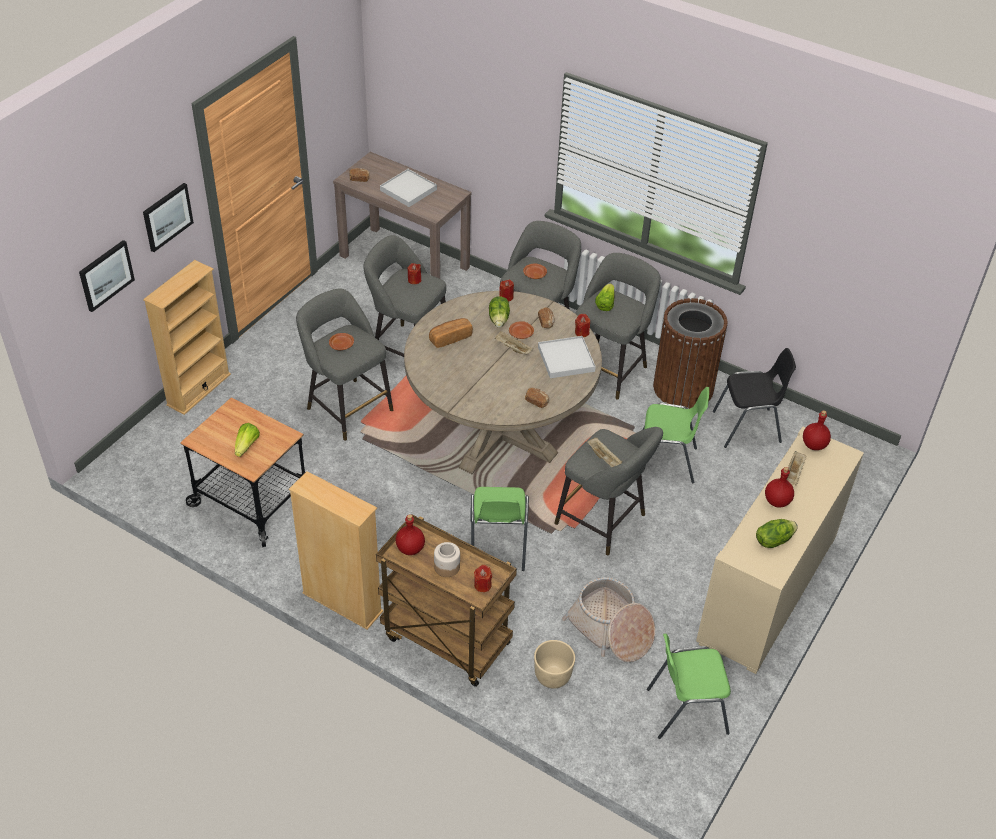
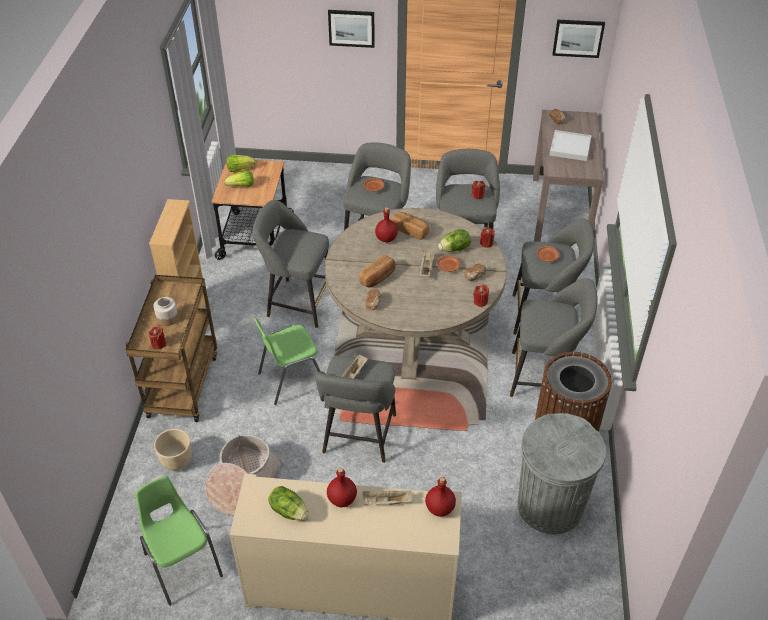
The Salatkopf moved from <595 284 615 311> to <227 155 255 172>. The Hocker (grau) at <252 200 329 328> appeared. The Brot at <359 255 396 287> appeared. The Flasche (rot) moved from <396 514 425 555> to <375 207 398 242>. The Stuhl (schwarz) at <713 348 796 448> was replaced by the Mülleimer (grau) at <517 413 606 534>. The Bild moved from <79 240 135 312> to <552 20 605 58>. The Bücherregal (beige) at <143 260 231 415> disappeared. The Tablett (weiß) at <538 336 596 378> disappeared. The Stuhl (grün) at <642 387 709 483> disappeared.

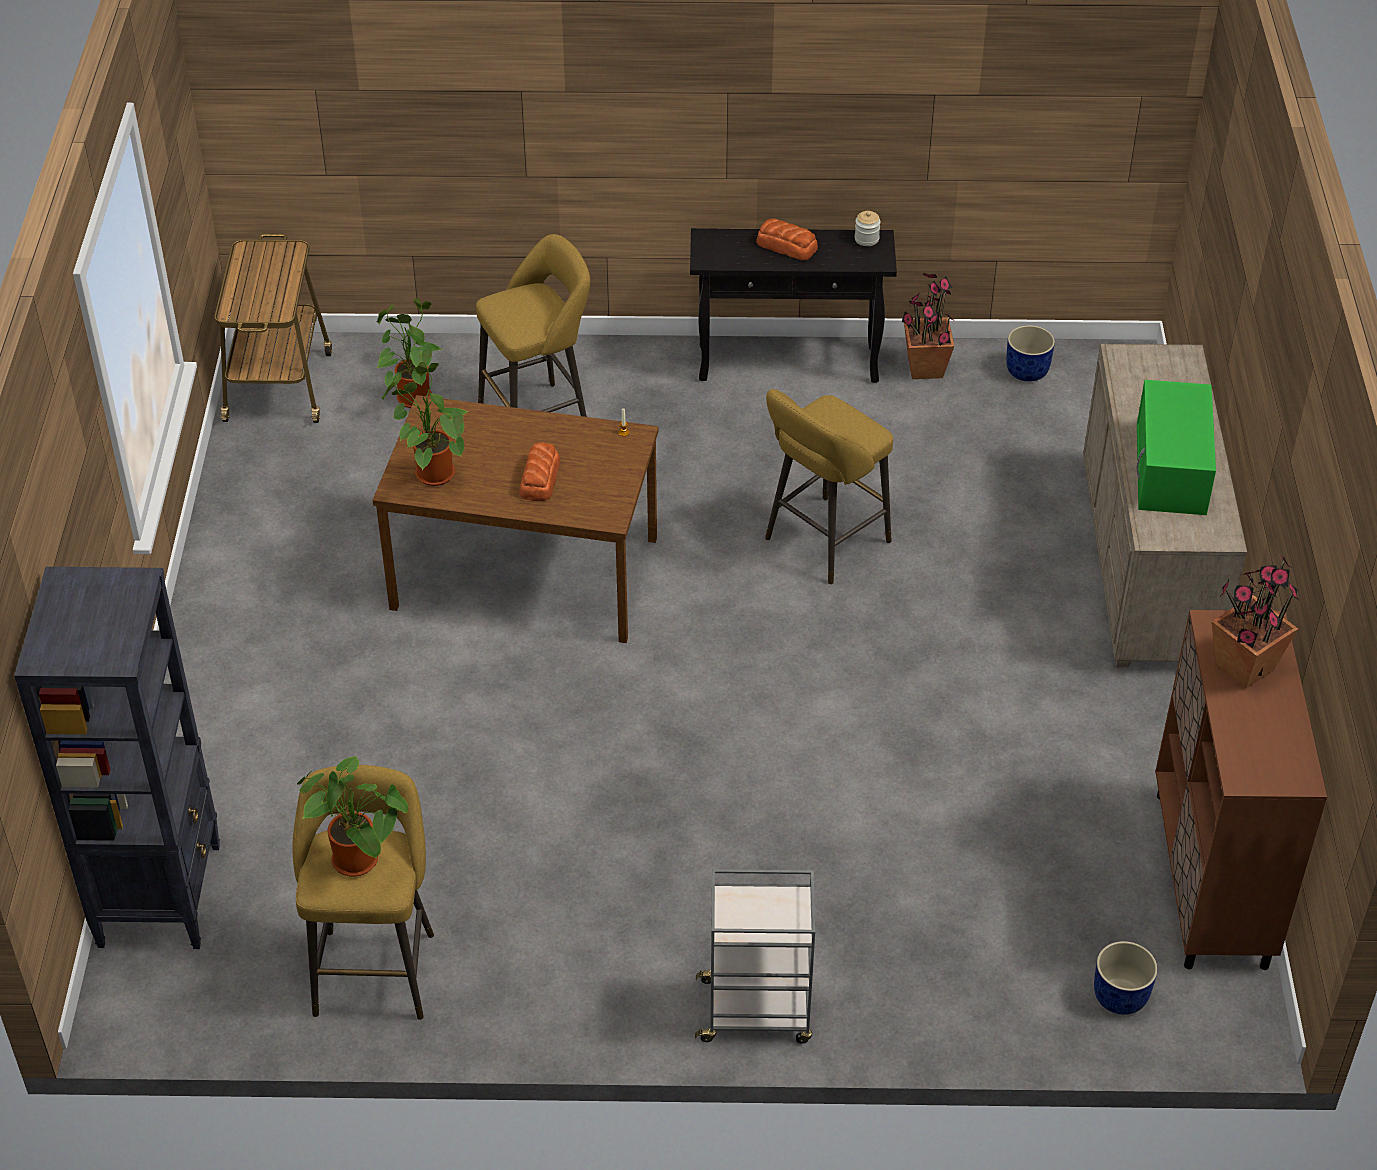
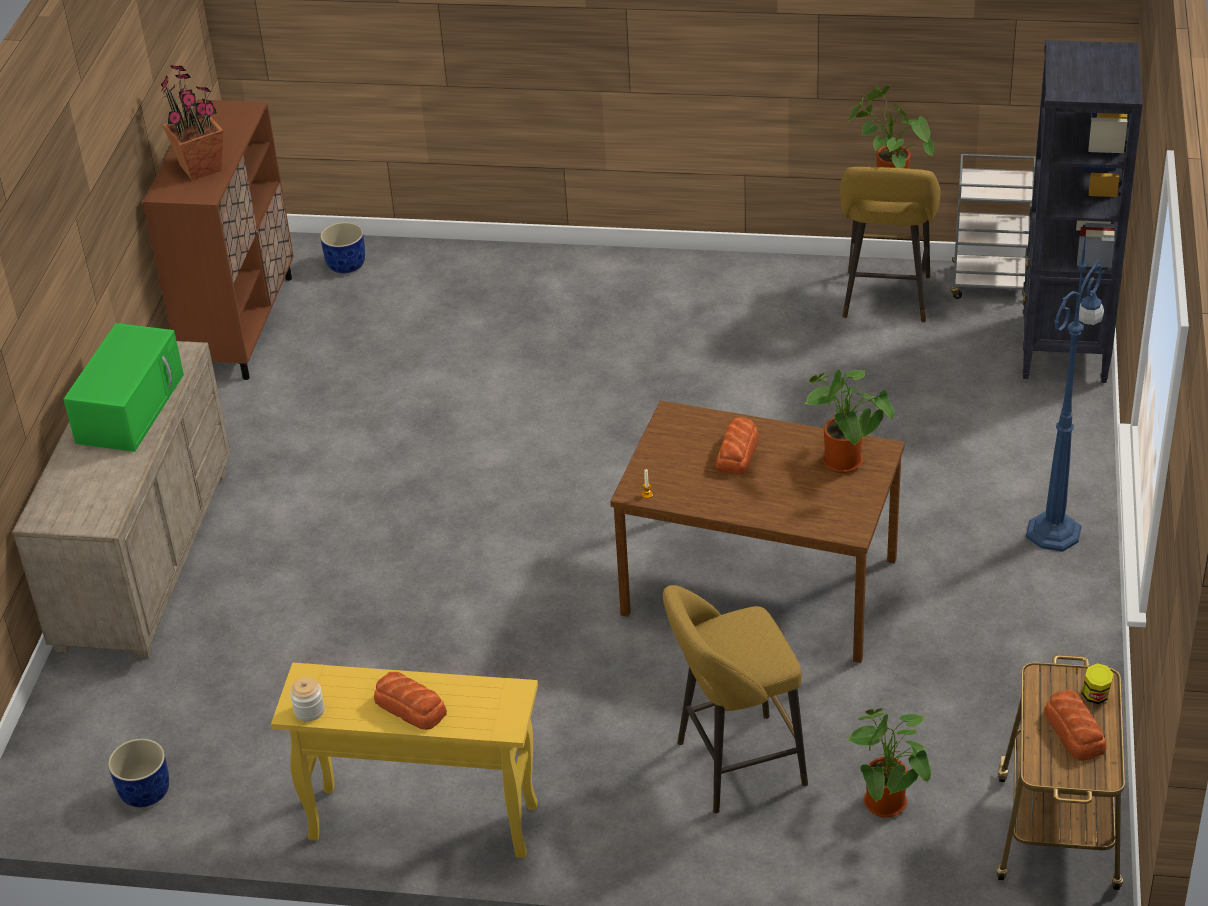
The Konsolentisch (schwarz) at <690 228 897 383> became the Konsolentisch (gelb) at <271 663 538 858>. The Rollwagen (grau) moved from <695 869 815 1044> to <950 154 1036 299>. The Stehlampe (blau) at <1026 234 1104 552> appeared. The Brot at <1044 690 1106 761> appeared. The Vorratsglas at <1082 663 1113 704> appeared. The Hocker (gelb) at <765 389 893 584> disappeared. The Topfpflanze at <902 273 955 379> disappeared.

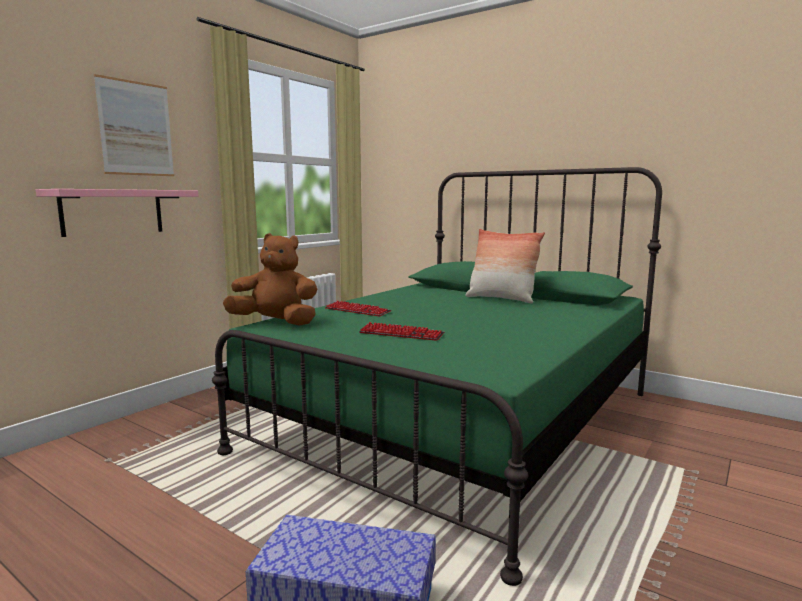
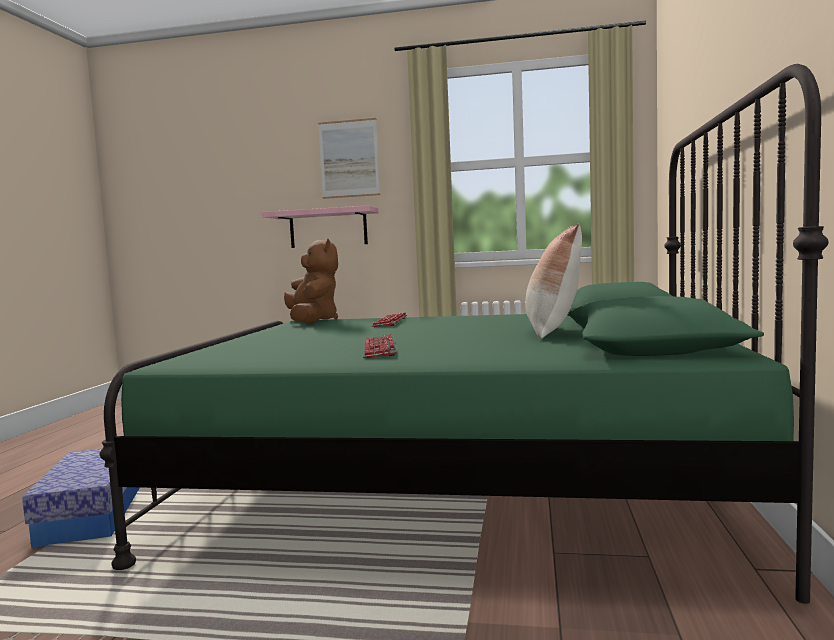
The Tastatur moved from <359 322 444 341> to <363 334 397 358>.

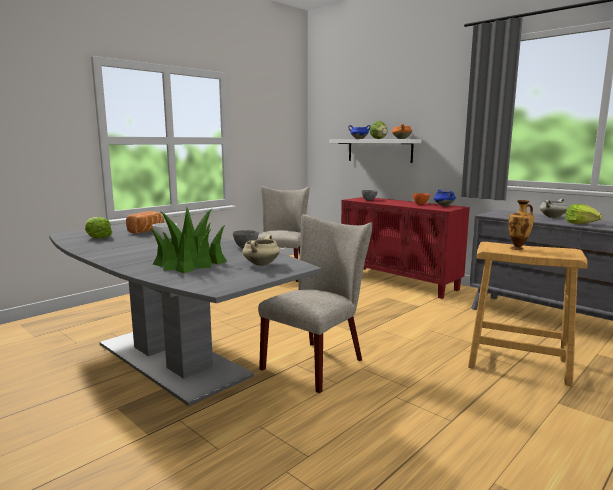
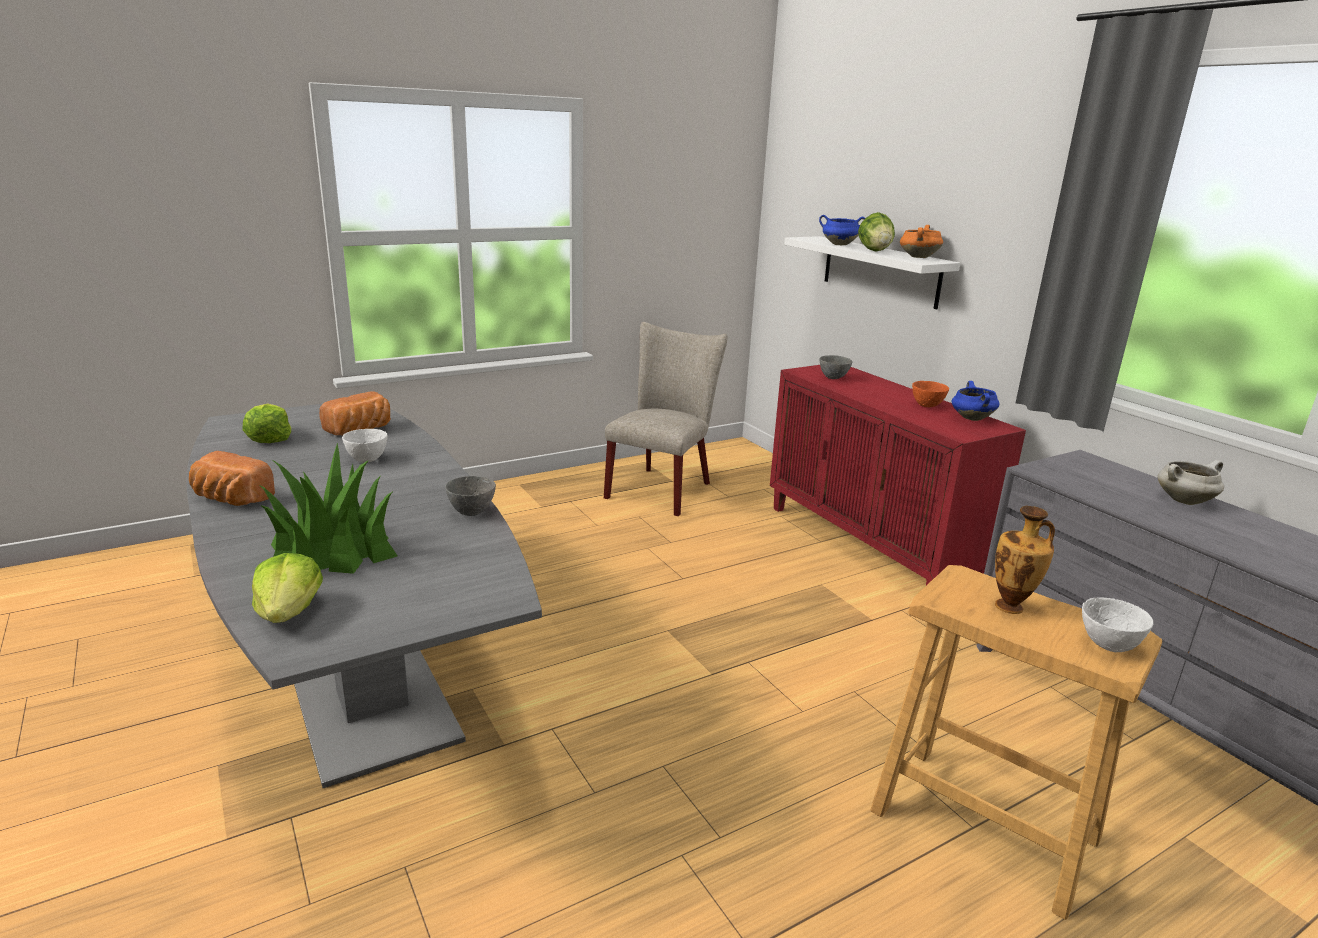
The Brot at <189 451 275 506> appeared. The Salatkopf moved from <565 204 603 224> to <252 553 323 623>. The Schüssel (weiß) at <1082 597 1153 652> appeared. The Kochtopf (beige) at <242 234 280 266> disappeared. The Stuhl (beige) at <258 214 372 393> disappeared.

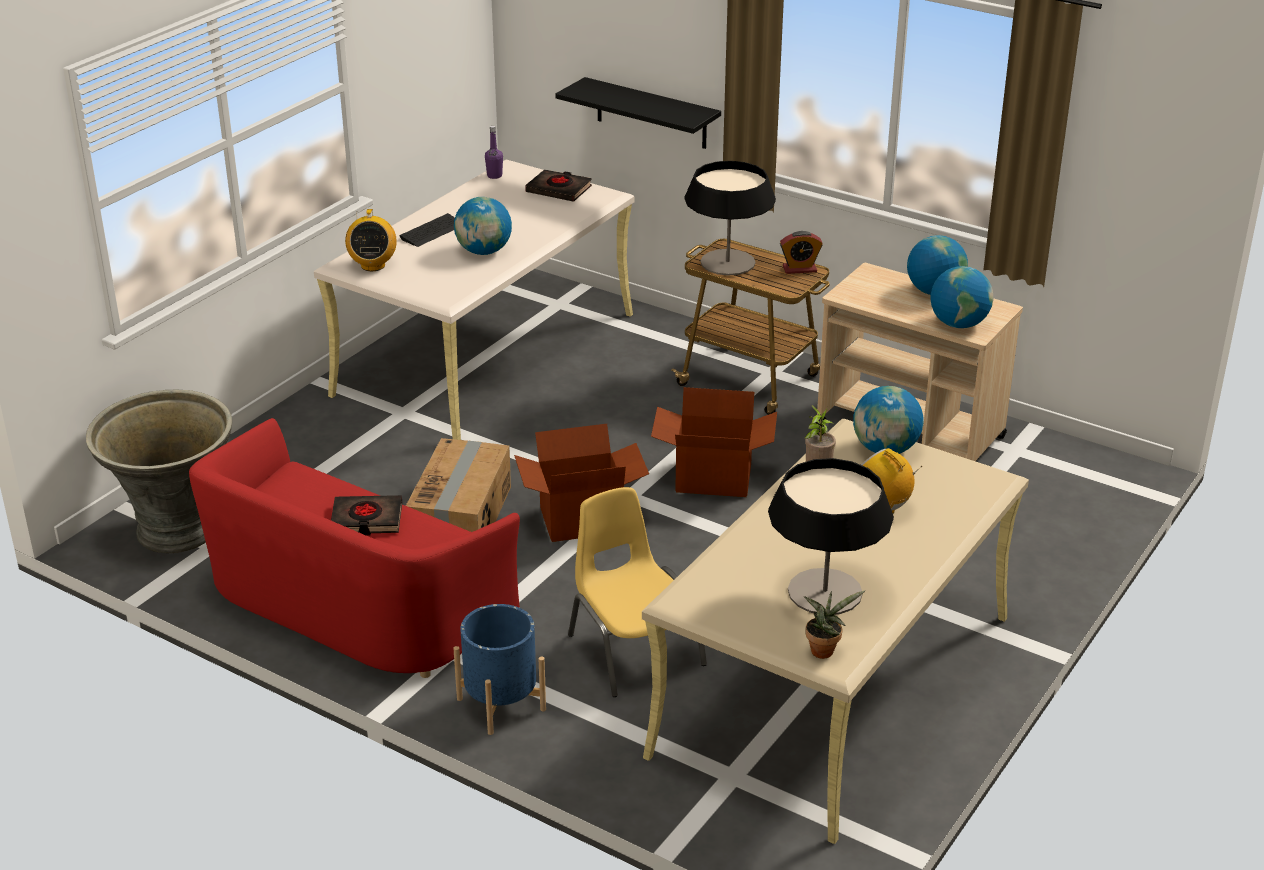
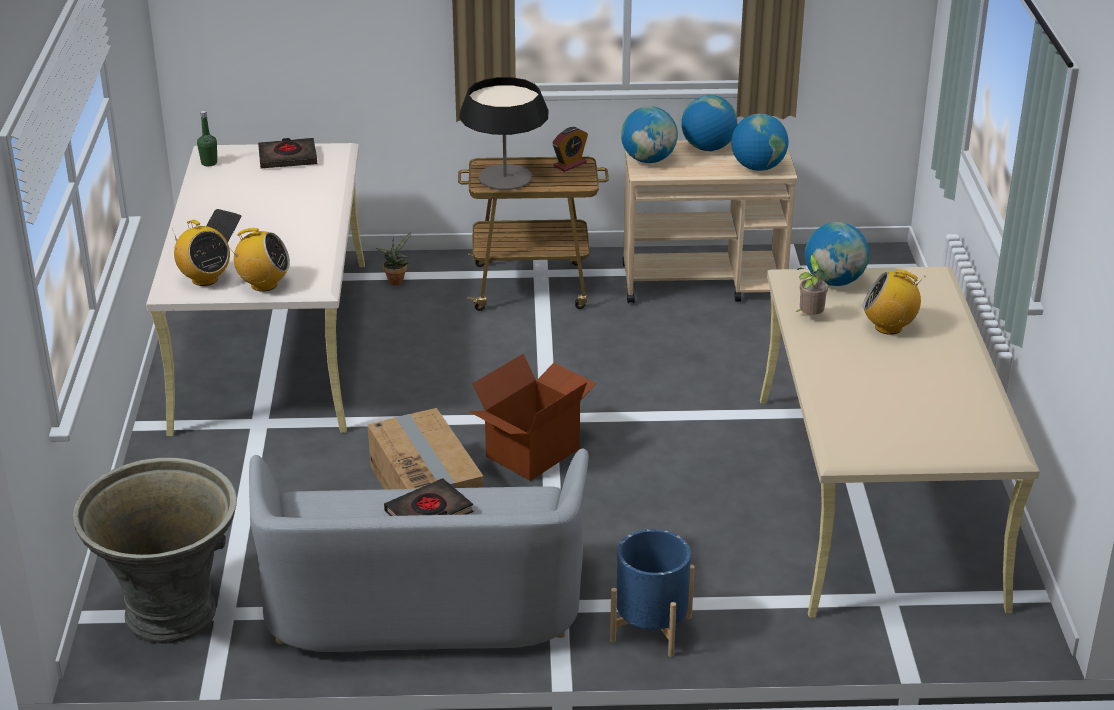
The Flasche (lila) at <485 126 503 179> became the Flasche (grün) at <197 111 217 166>. The Radio at <228 228 290 292> appeared. The Sofa (rot) at <189 418 520 678> became the Sofa (grau) at <249 449 588 652>. The Topfpflanze moved from <804 590 865 659> to <376 232 412 285>. The Globus moved from <454 197 512 255> to <621 106 678 163>. The Wandregal (schwarz) at <555 77 721 149> disappeared. The Stuhl (gelb) at <568 487 707 697> disappeared. The Karton at <651 387 777 497> disappeared. The Tischlampe at <768 458 894 615> disappeared.

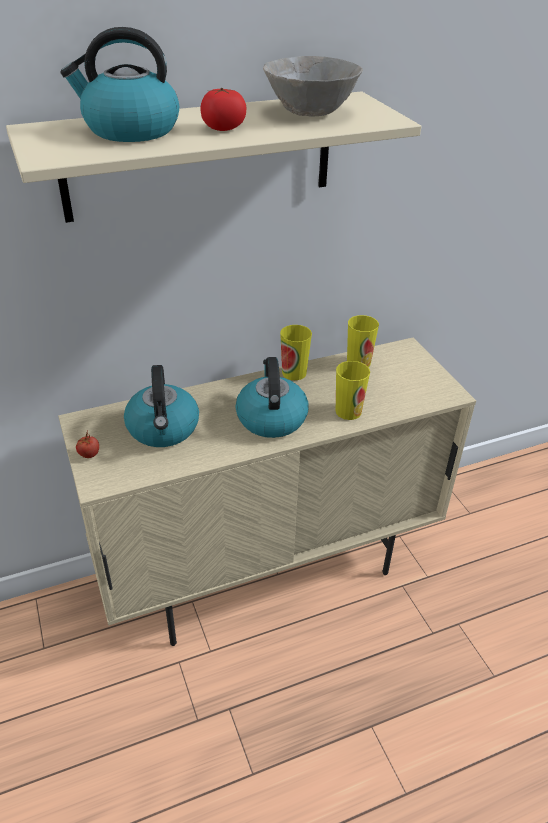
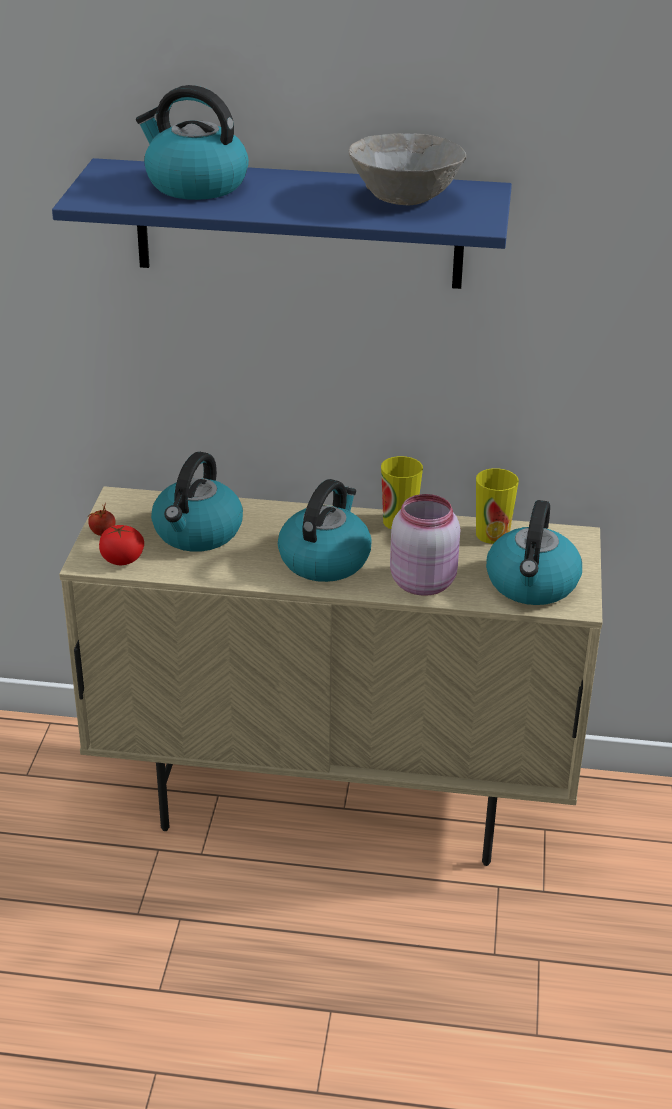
The Wandregal (beige) at <6 91 421 223> became the Wandregal (blau) at <52 158 512 289>. The Tomate moved from <200 88 246 131> to <99 525 144 565>. The Tasse at <336 361 370 420> was replaced by the Vorratsglas (rosa) at <390 494 460 596>. The Wasserkessel at <486 500 582 605> appeared.

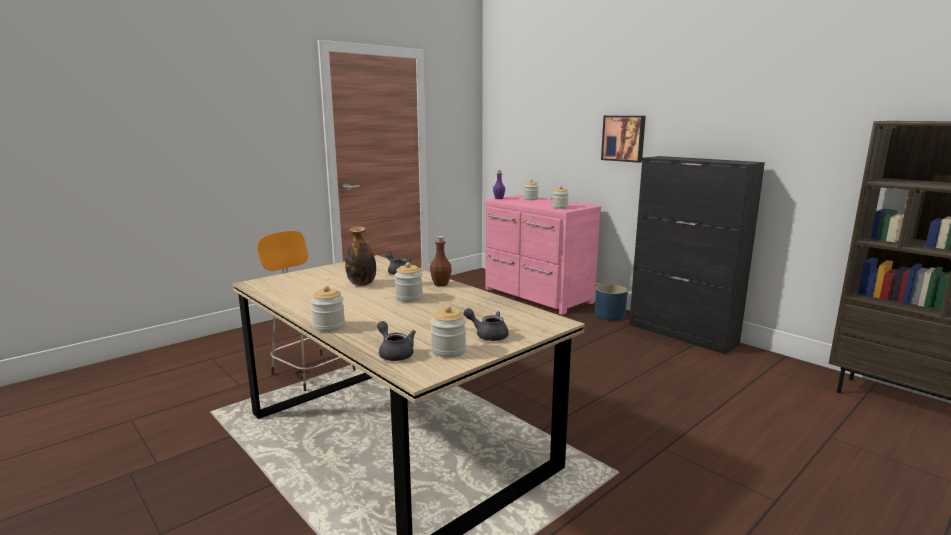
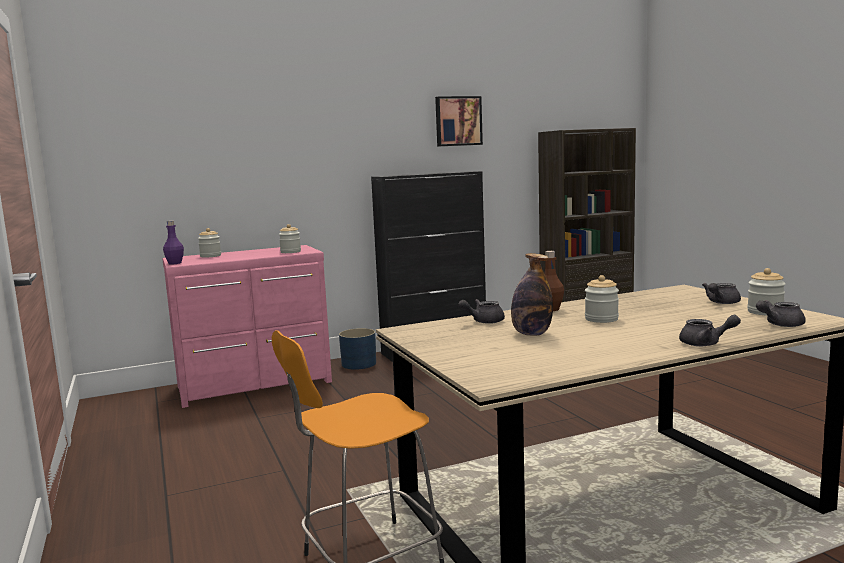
The Bild moved from <601 116 646 163> to <435 96 483 147>. The Vorratsglas at <311 286 345 332> was replaced by the Teekanne (grau) at <679 315 741 346>.

